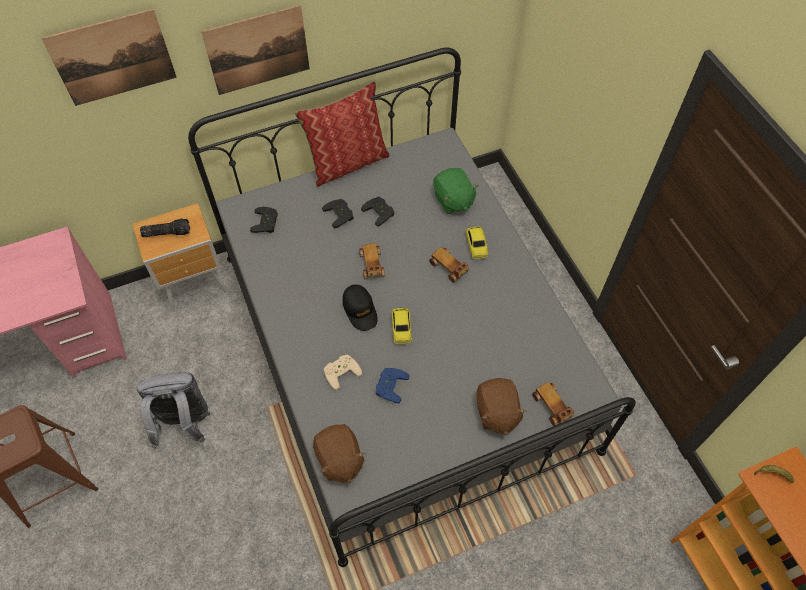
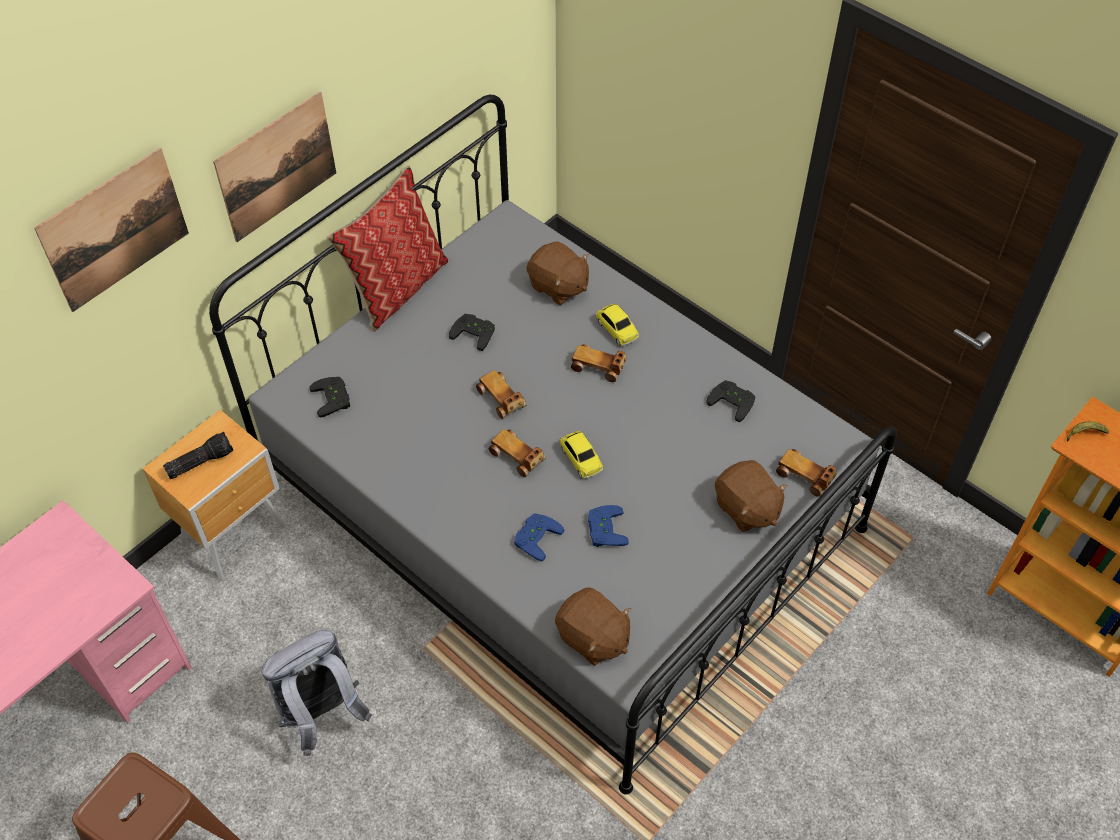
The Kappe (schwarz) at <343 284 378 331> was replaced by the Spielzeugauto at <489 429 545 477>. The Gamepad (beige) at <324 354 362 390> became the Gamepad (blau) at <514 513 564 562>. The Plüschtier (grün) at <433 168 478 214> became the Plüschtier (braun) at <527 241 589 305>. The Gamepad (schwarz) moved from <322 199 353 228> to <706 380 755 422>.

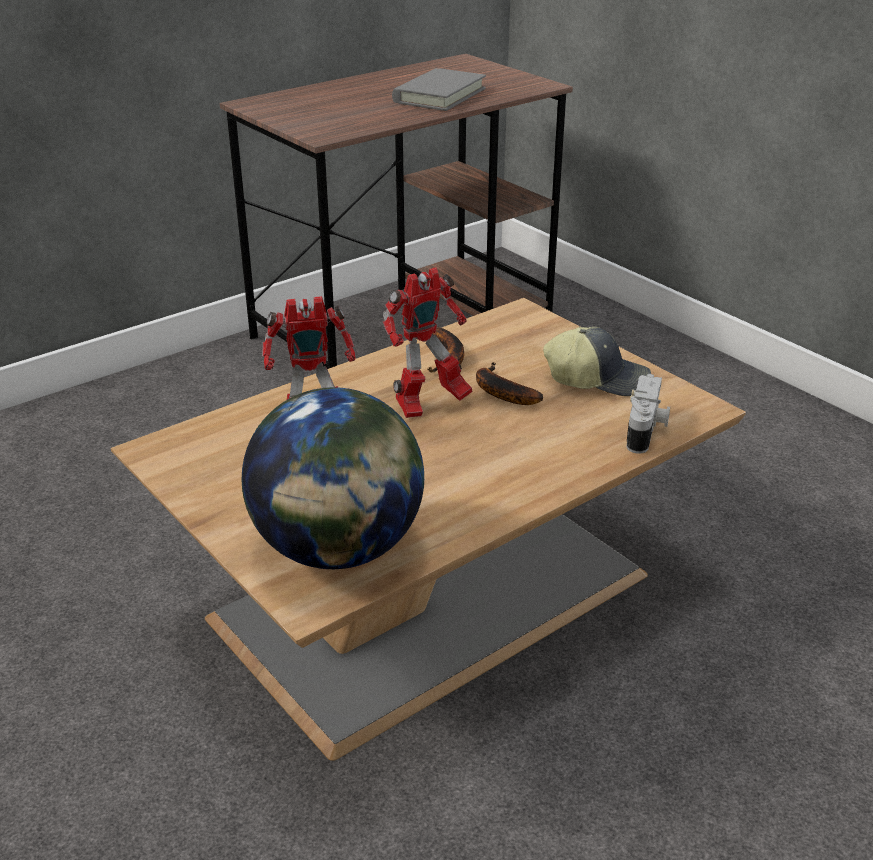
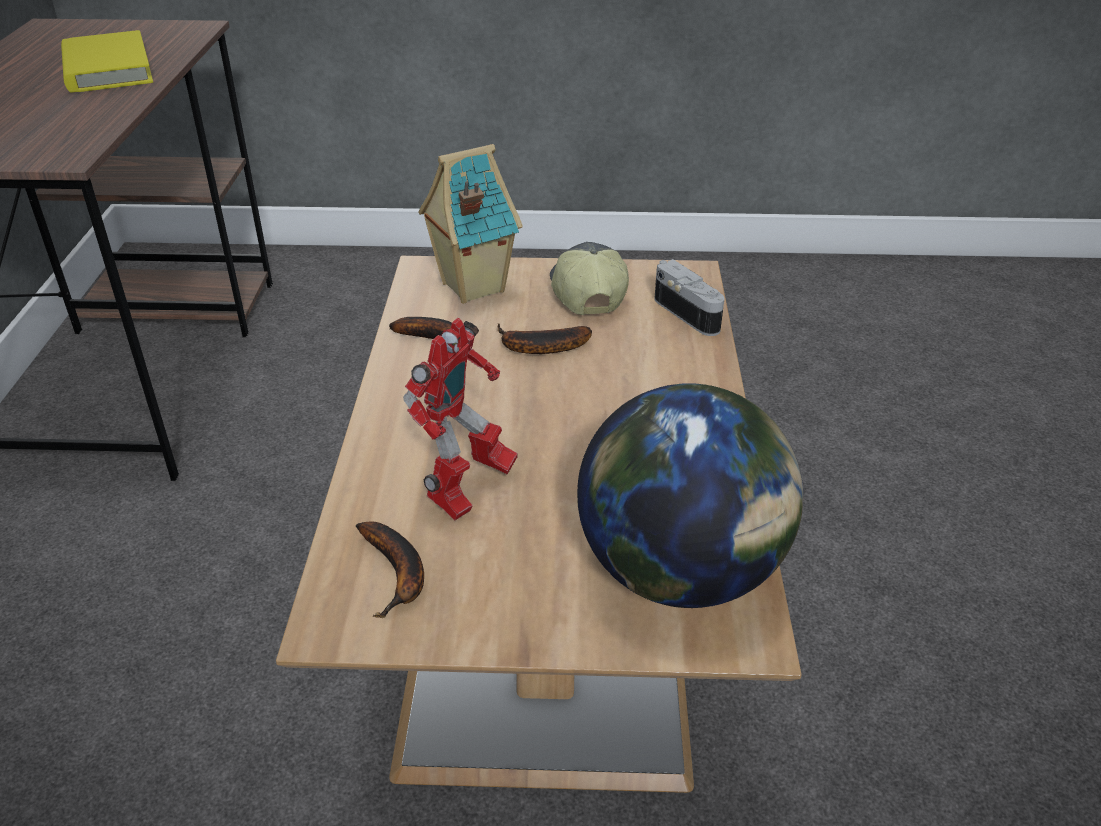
The Buch (grau) at <392 68 486 111> became the Buch (gelb) at <61 30 153 93>. The Banane at <356 522 424 618> appeared. The Spielzeughaus at <419 144 523 304> appeared. The Kappe at <543 327 651 396> turned 60 degrees counterclockwise. The Spielzeugroboter at <383 267 473 418> disappeared.

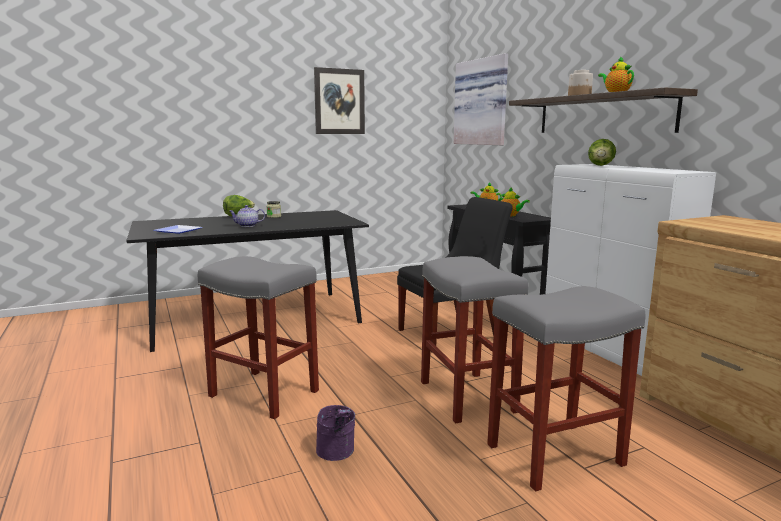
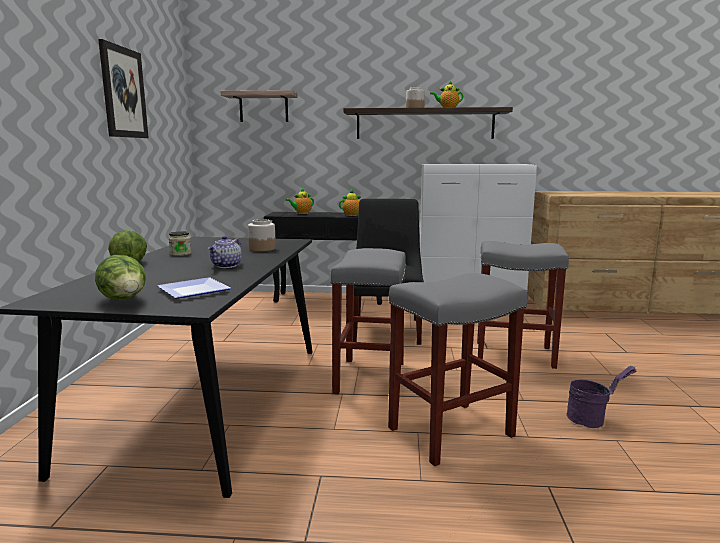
The Salatkopf moved from <588 139 616 166> to <95 255 146 300>. The Bild at <454 53 508 145> was replaced by the Wandregal at <221 90 298 122>. The Vorratsglas at <248 219 276 251> appeared. The Hocker (grau) moved from <487 286 645 491> to <330 248 406 394>.

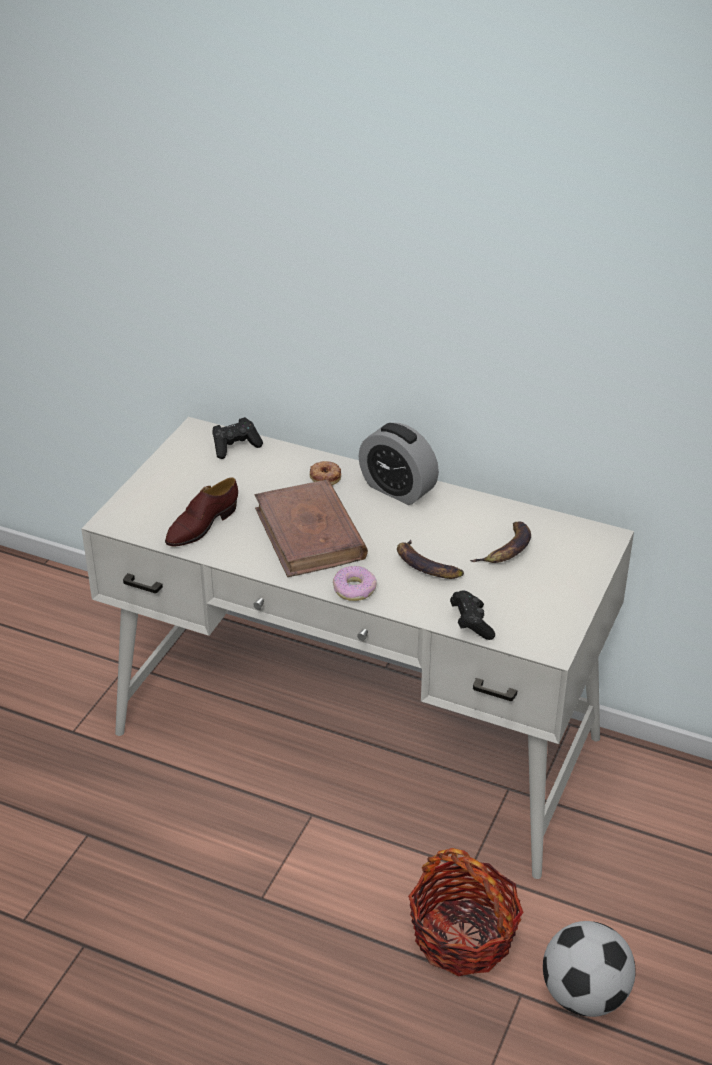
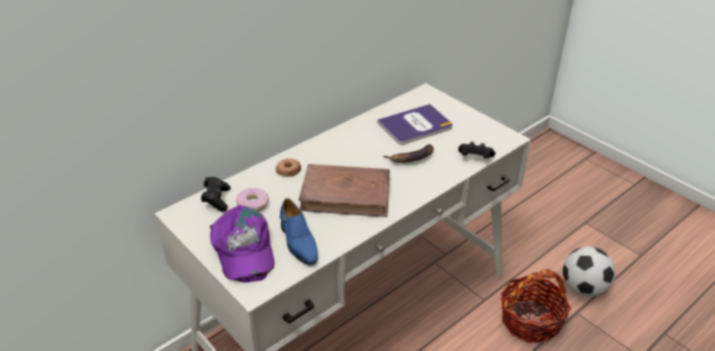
The Kappe (lila) at <210 205 275 282> appeared. The Donut moved from <333 566 376 601> to <236 188 269 211>. The Schuh (braun) at <165 477 238 546> became the Schuh (blau) at <280 198 318 265>. The Banane at <470 521 531 563> was replaced by the Buch at <377 104 452 145>. The Wecker at <358 423 439 505> disappeared.

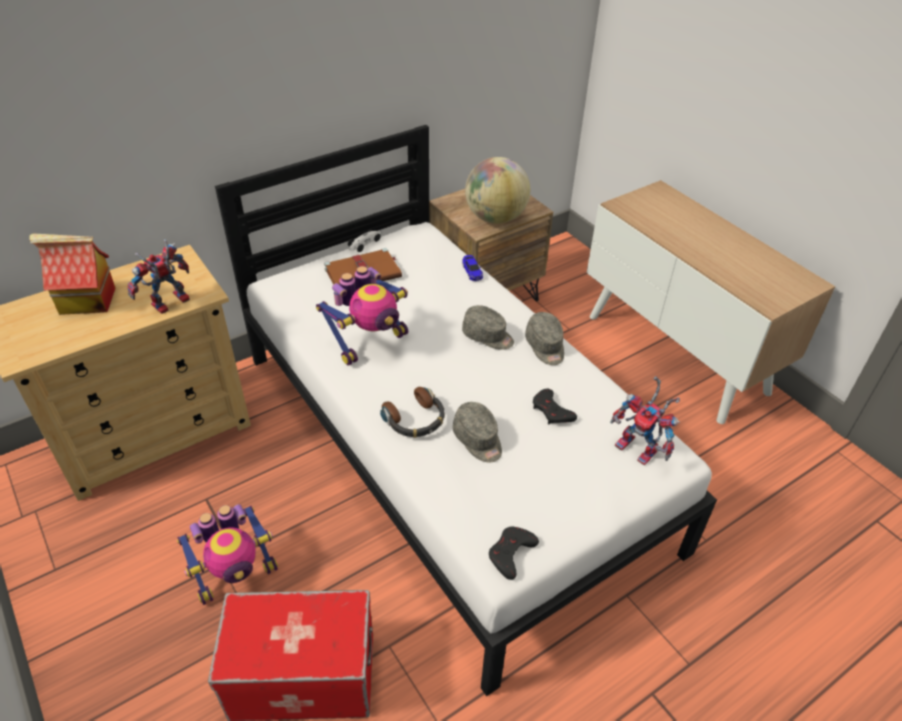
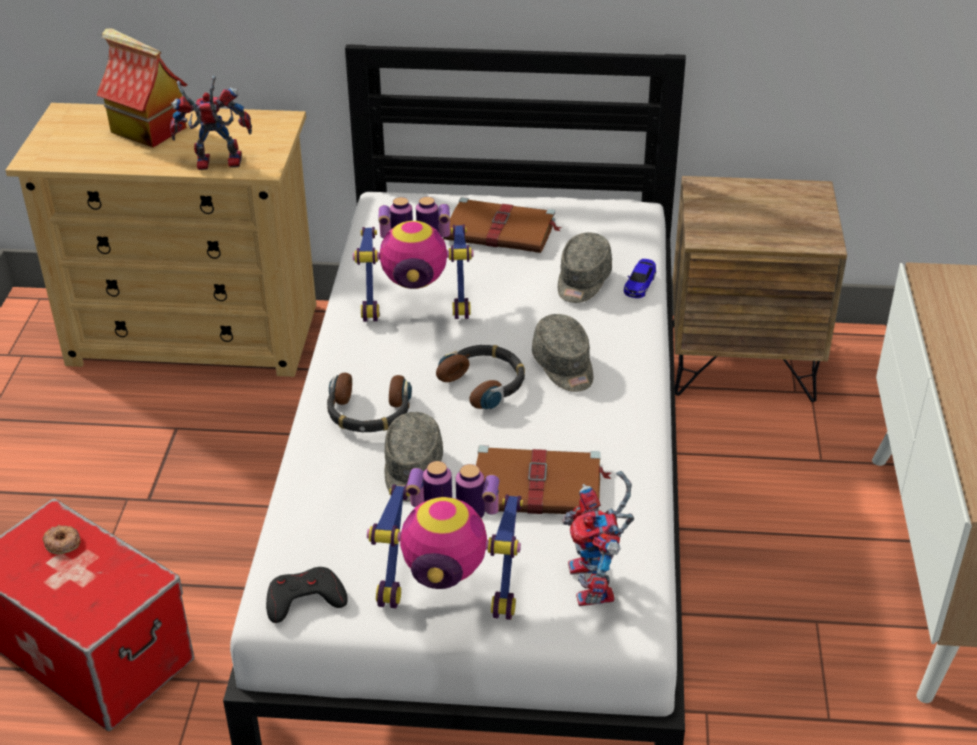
The Donut at <43 525 81 554> appeared. The Spielzeugroboter moved from <177 504 278 605> to <367 461 523 620>. The Kopfhörer at <436 345 525 410> appeared. The Gamepad (schwarz) at <533 389 577 424> was replaced by the Buch (braun) at <476 445 611 514>. The Kappe (grau) moved from <525 312 564 365> to <558 233 612 303>. The Spielzeugauto at <348 229 381 252> disappeared. The Globus at <465 157 530 224> disappeared.

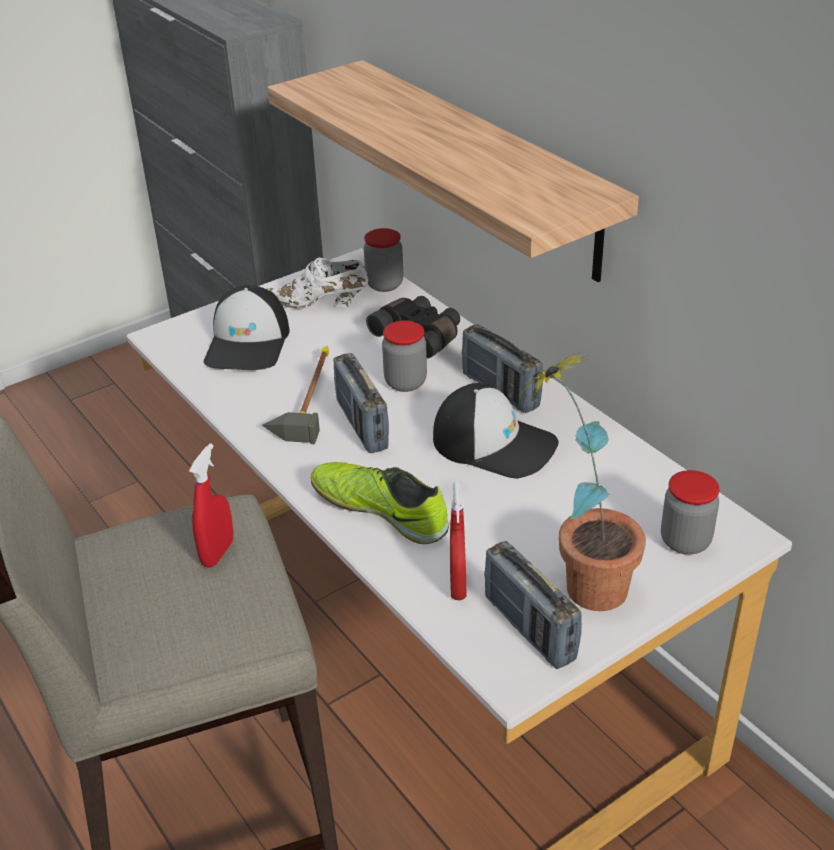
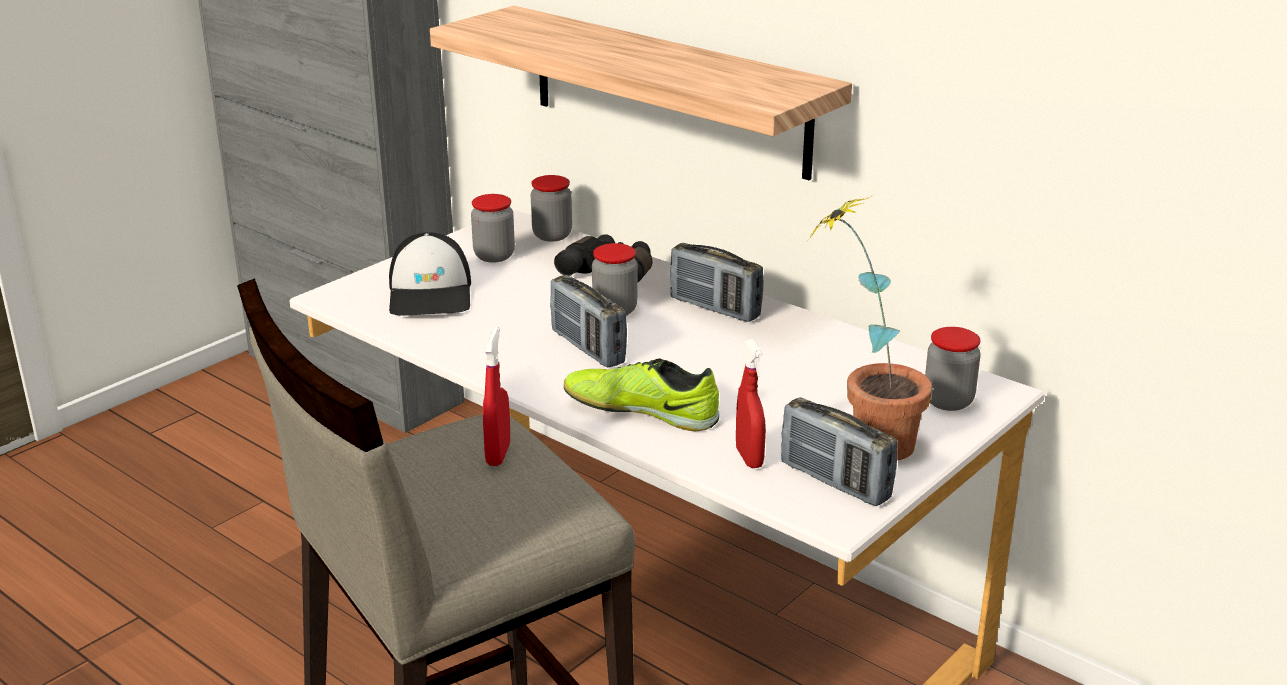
The Schuh (weiß) at <267 257 368 309> was replaced by the Vorratsglas at <471 194 515 262>. The Hammer at <262 345 329 444> disappeared. The Kappe at <433 383 559 479> disappeared.

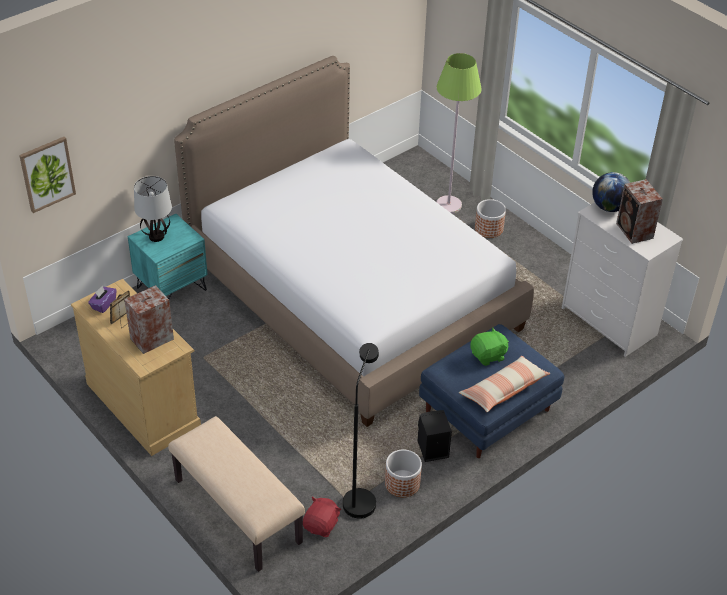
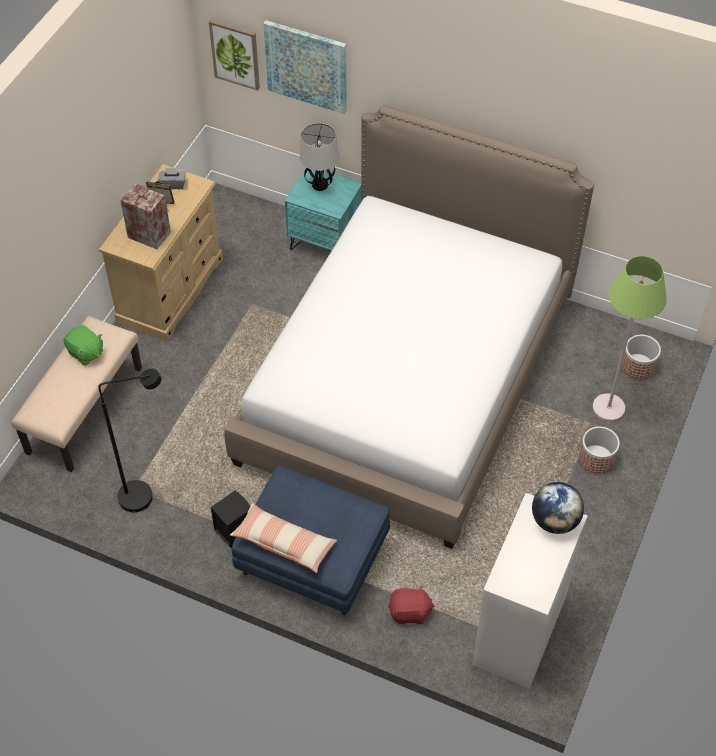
The Plüschtier (grün) moved from <470 328 509 366> to <63 325 103 366>. The Taschentuchbox (lila) at <88 285 117 313> became the Taschentuchbox (grau) at <158 168 186 189>. The Bild at <263 20 347 114> appeared. The Plüschtier (rot) moved from <303 497 341 537> to <388 585 435 624>. The Pflanzkübel moved from <385 449 422 497> to <621 335 661 381>. The Lautsprecher at <616 179 663 244> disappeared.

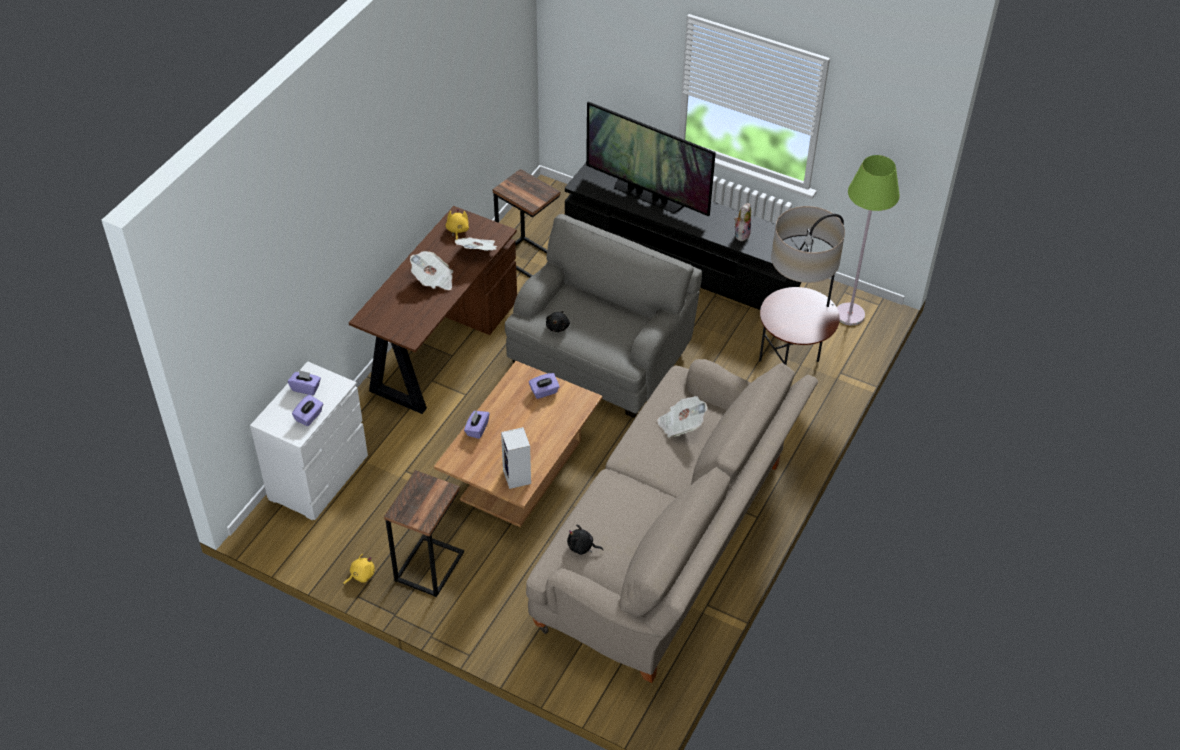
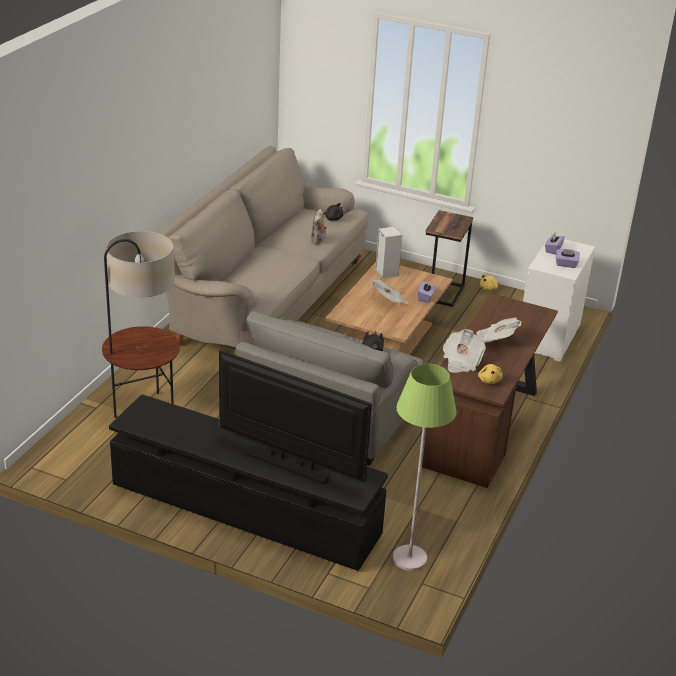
The Plüschtier moved from <734 203 751 241> to <311 209 327 245>. The Zeitung moved from <657 396 708 438> to <370 279 409 304>. The Stehlampe (grün) moved from <837 155 900 326> to <393 364 457 571>. The Beistelltisch at <493 169 560 277> disappeared. The Taschentuchbox (lila) at <529 373 560 399> disappeared.

